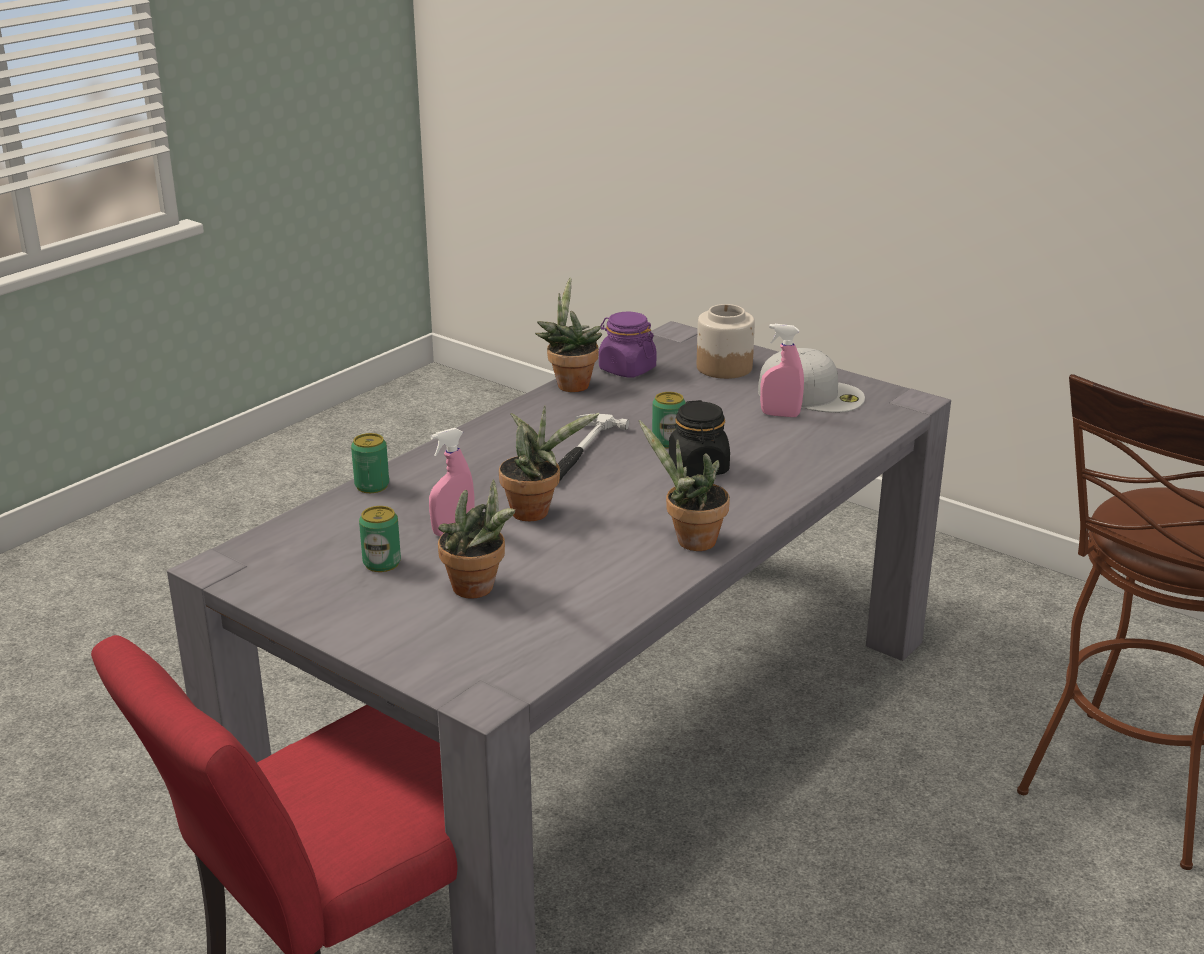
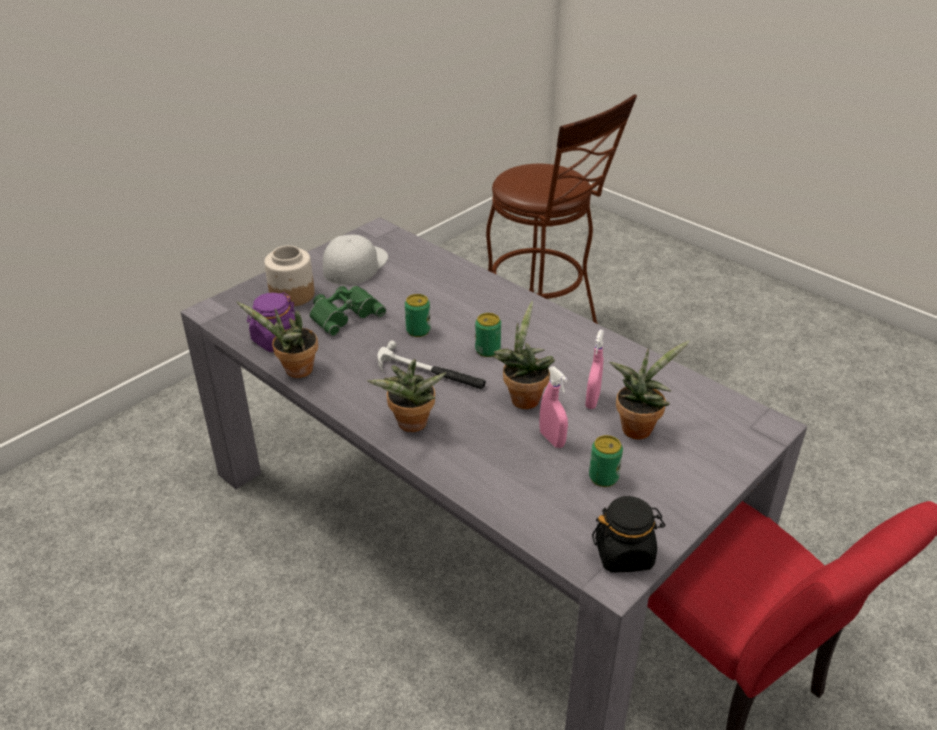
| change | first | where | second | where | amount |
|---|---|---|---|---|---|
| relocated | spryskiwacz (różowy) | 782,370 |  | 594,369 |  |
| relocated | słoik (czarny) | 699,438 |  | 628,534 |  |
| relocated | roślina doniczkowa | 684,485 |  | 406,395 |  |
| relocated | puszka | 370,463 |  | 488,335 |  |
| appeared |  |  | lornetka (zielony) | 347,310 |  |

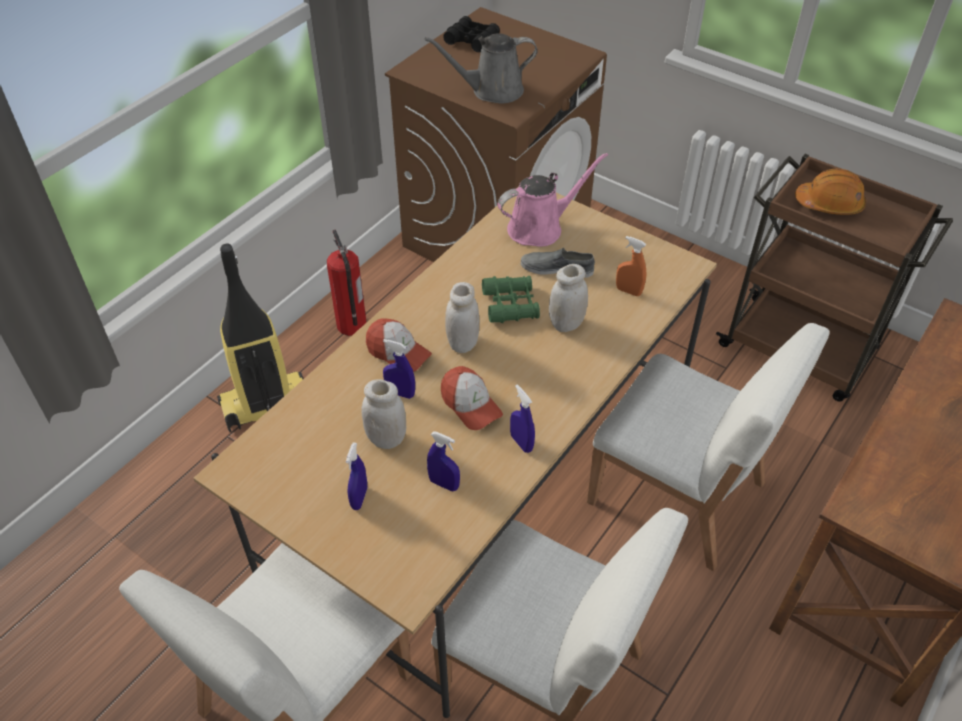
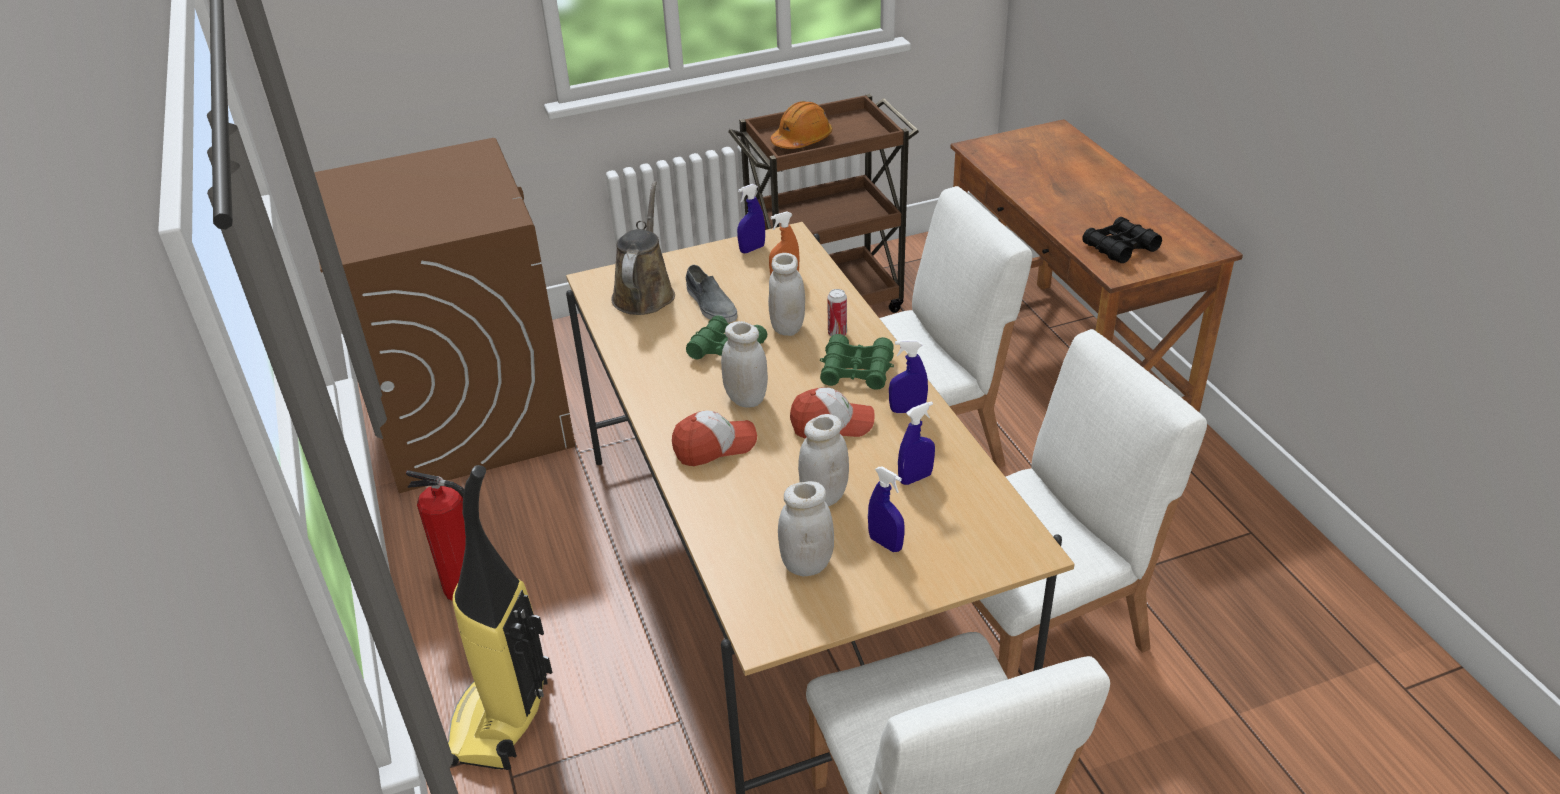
| change | first | where | second | where | amount |
|---|---|---|---|---|---|
| relocated | lornetka (czarny) | 471,34 |  | 1122,240 |  |
| missing | konewka (szary) | 481,68 |  |  |  |
| colour | konewka (różowy) | 553,199 | konewka (brązowy) | 643,248 |  |
| spun | but (szary) | 558,262 |  | 711,294 | 75 degrees counterclockwise |
| relocated | spryskiwacz (niebieski) | 399,369 |  | 751,218 |  |
| appeared |  |  | puszka | 837,312 |  |
| appeared |  |  | lornetka (zielony) | 857,362 |  |
| appeared |  |  | słoik (biały) | 806,528 |  |

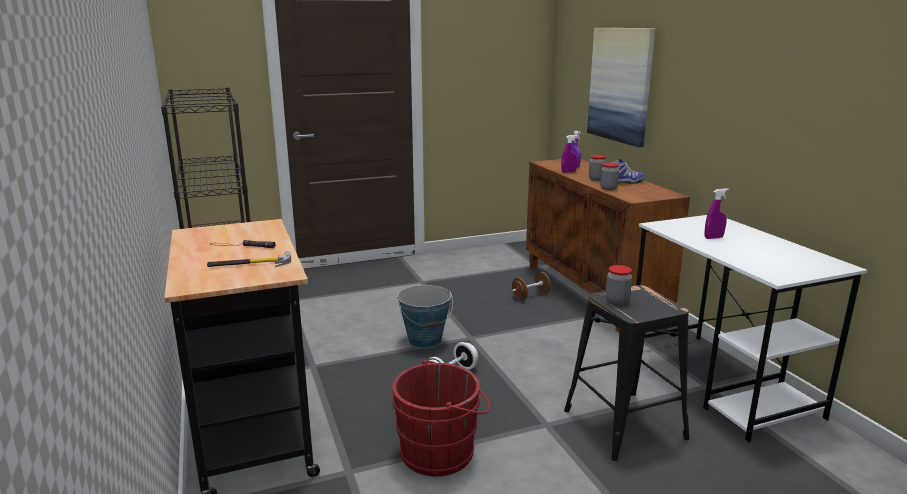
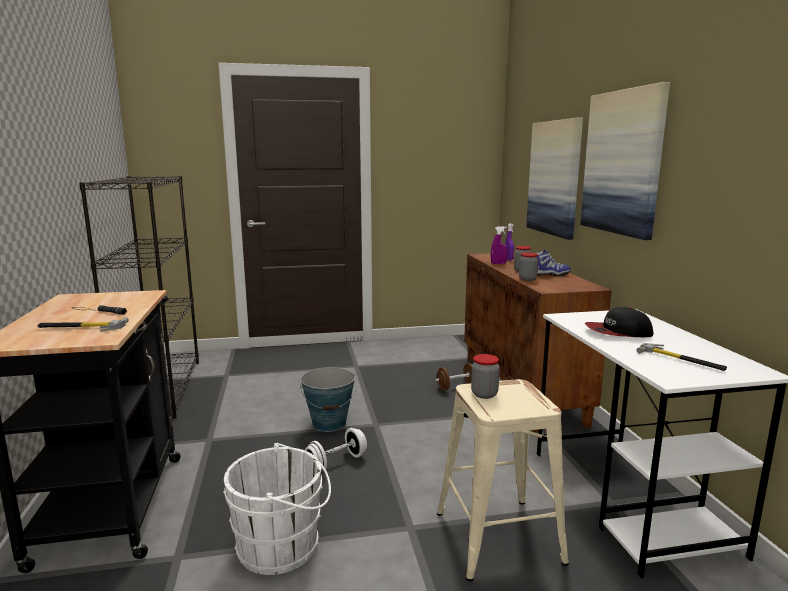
| change | first | where | second | where | amount |
|---|---|---|---|---|---|
| exchanged | spryskiwacz (fioletowy) | 717,213 | czapka z daszkiem | 619,322 |  |
| colour | stołek (czarny) | 627,373 | stołek (beżowy) | 503,480 |  |
| colour | wiadro (czerwony) | 441,418 | wiadro (biały) | 277,509 |  |
| appeared |  |  | obraz | 625,161 |  |
| appeared |  |  | młotek | 681,357 |  |

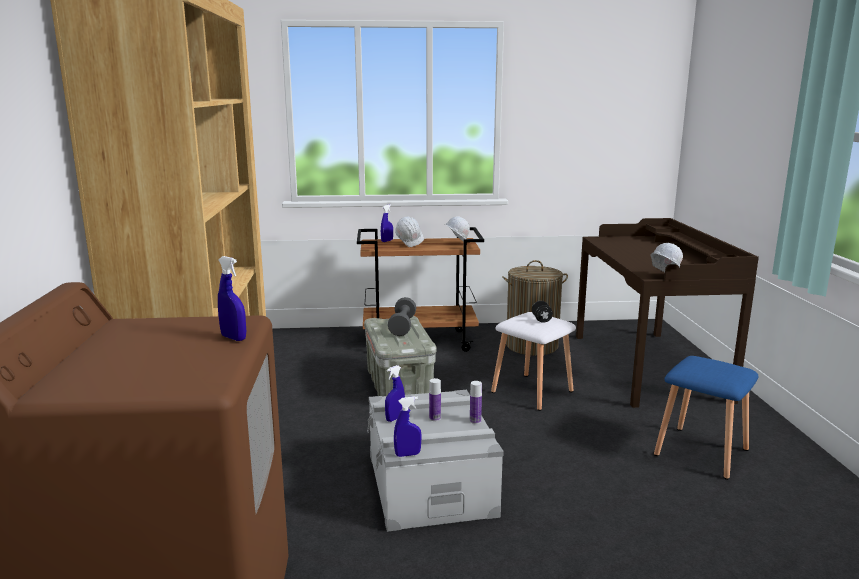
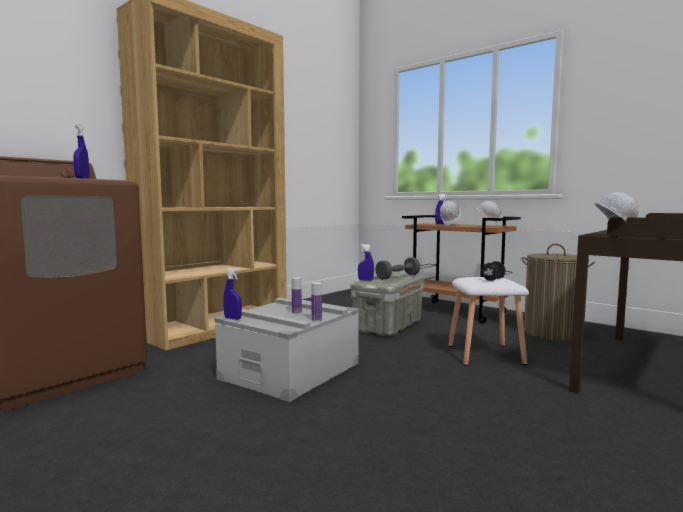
| change | first | where | second | where | amount |
|---|---|---|---|---|---|
| missing | stołek (niebieski) | 706,418 |  |  |  |
| relocated | spryskiwacz (niebieski) | 395,393 |  | 366,262 |  |

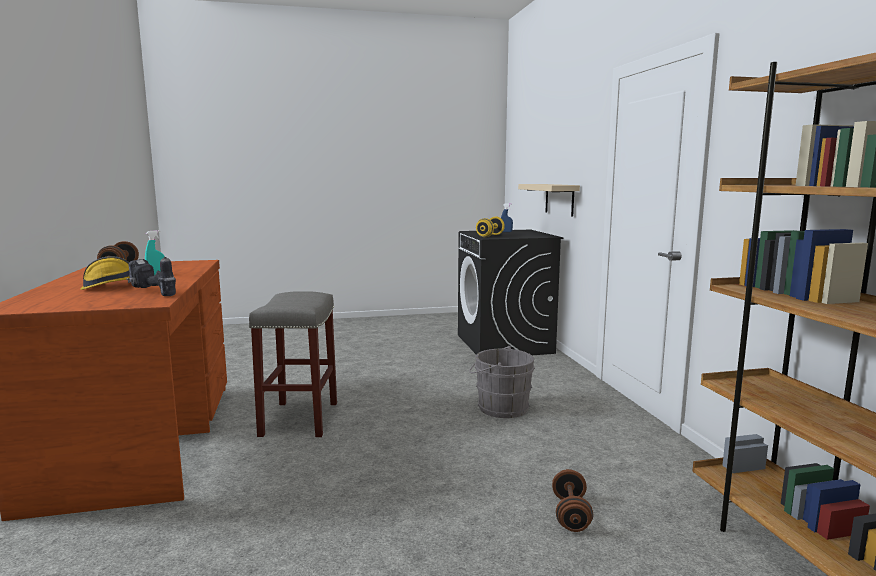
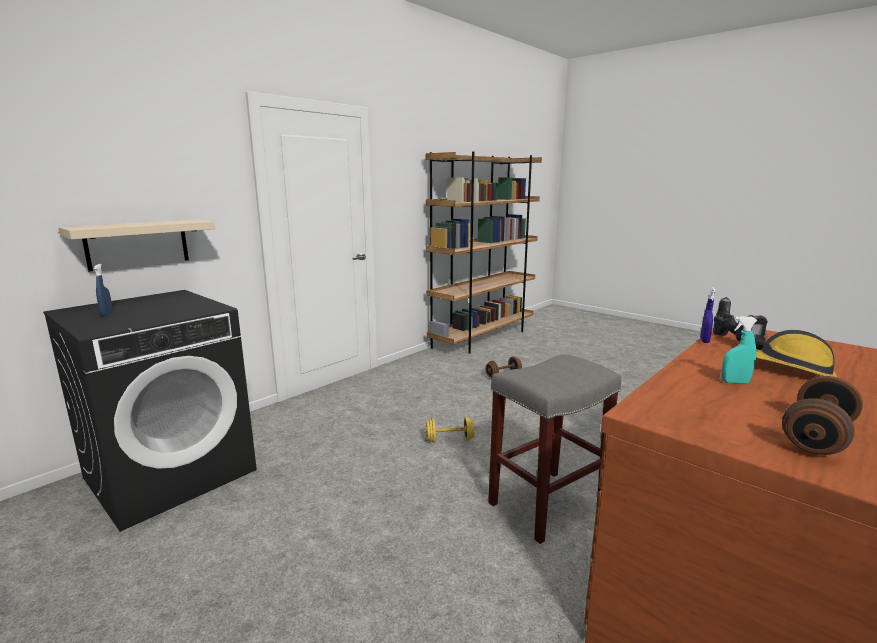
| change | first | where | second | where | amount |
|---|---|---|---|---|---|
| relocated | hantel (żółty) | 490,227 |  | 450,430 |  |
| missing | wiadro (szary) | 502,382 |  |  |  |
| appeared |  |  | spryskiwacz (niebieski) | 708,315 |  |

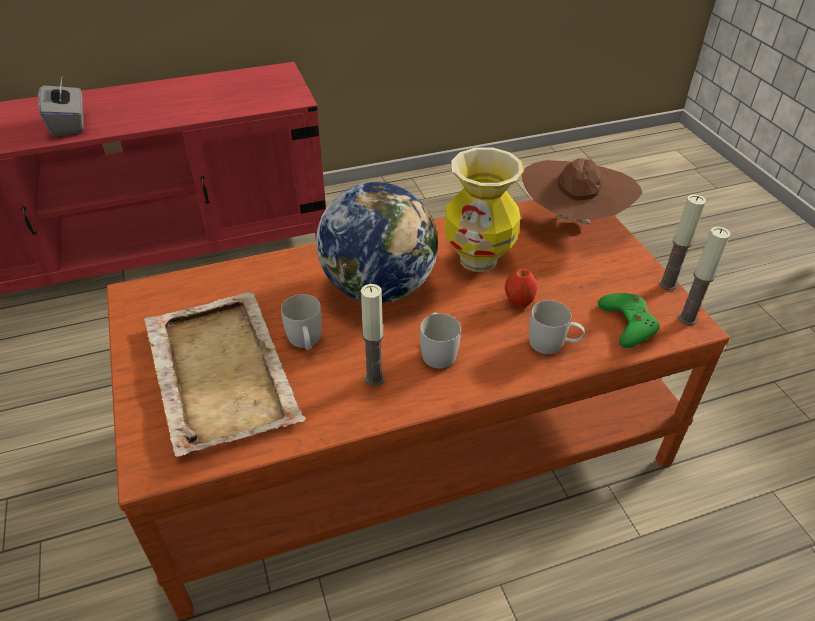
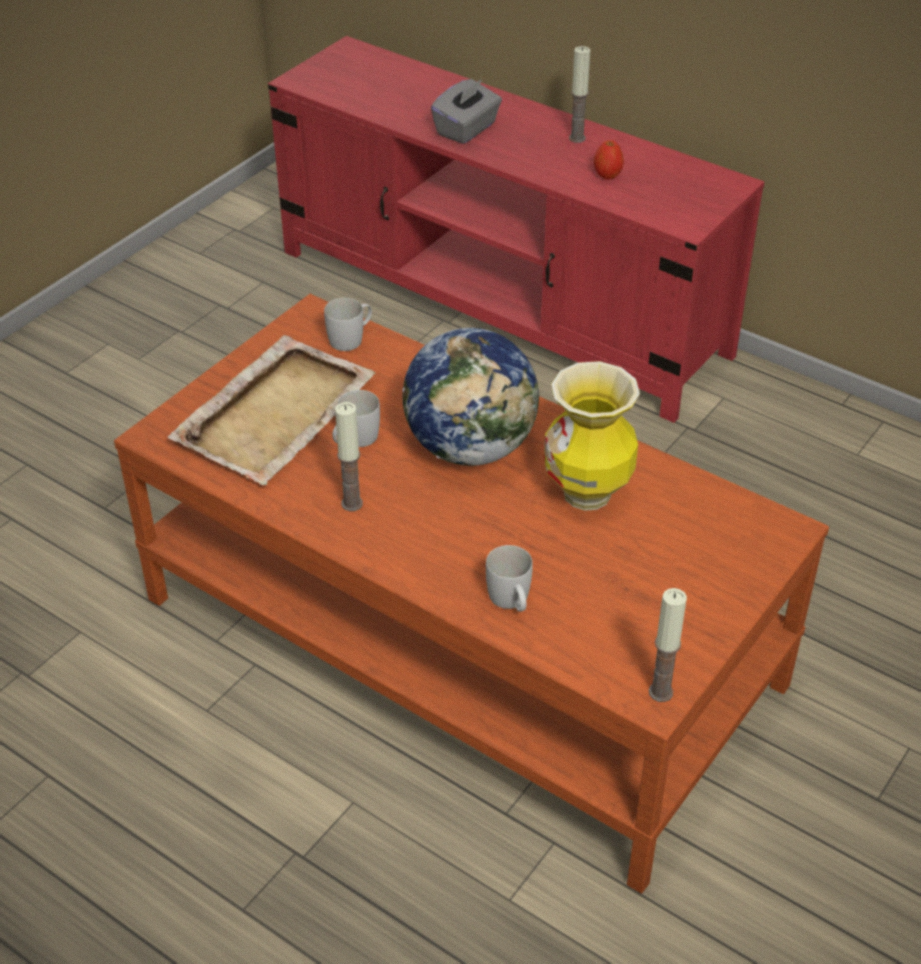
| change | first | where | second | where | amount |
|---|---|---|---|---|---|
| missing | kapelusz (brązowy) | 582,191 |  |  |  |
| relocated | świeca | 682,242 |  | 580,94 |  |
| relocated | jabłko | 521,288 |  | 609,160 |  |
| missing | pad do gier (zielony) | 628,320 |  |  |  |
| relocated | kubek (biały) | 440,341 |  | 348,324 |  |

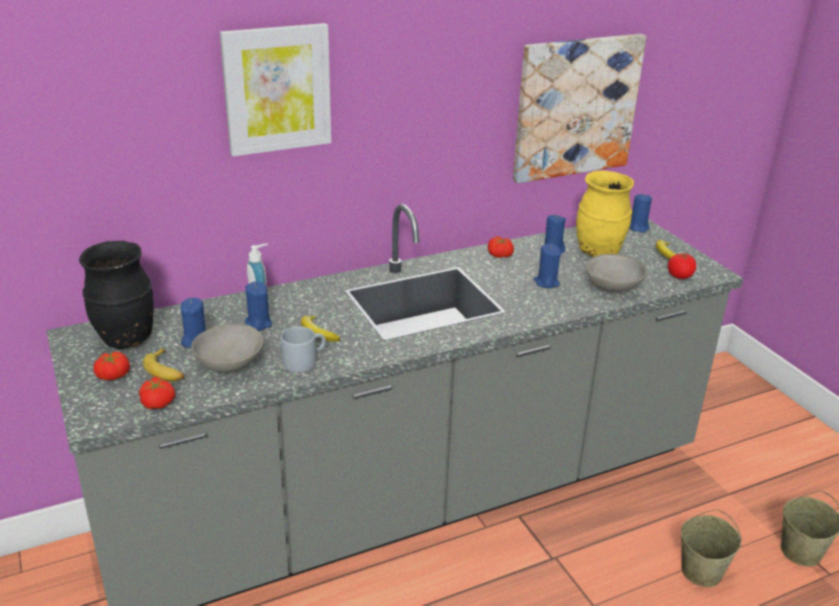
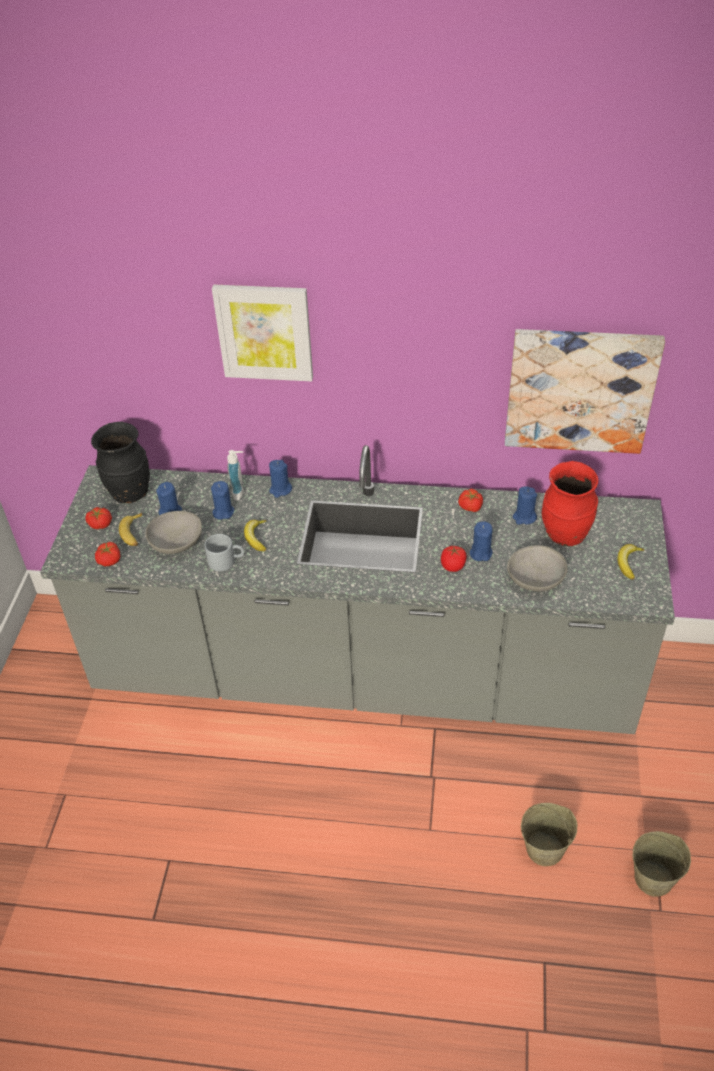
| change | first | where | second | where | amount |
|---|---|---|---|---|---|
| colour | wazon (żółty) | 605,214 | wazon (czerwony) | 570,503 |  |
| relocated | świeca (niebieski) | 640,213 |  | 280,479 |  |
| relocated | pomidor | 682,266 |  | 454,559 |  |

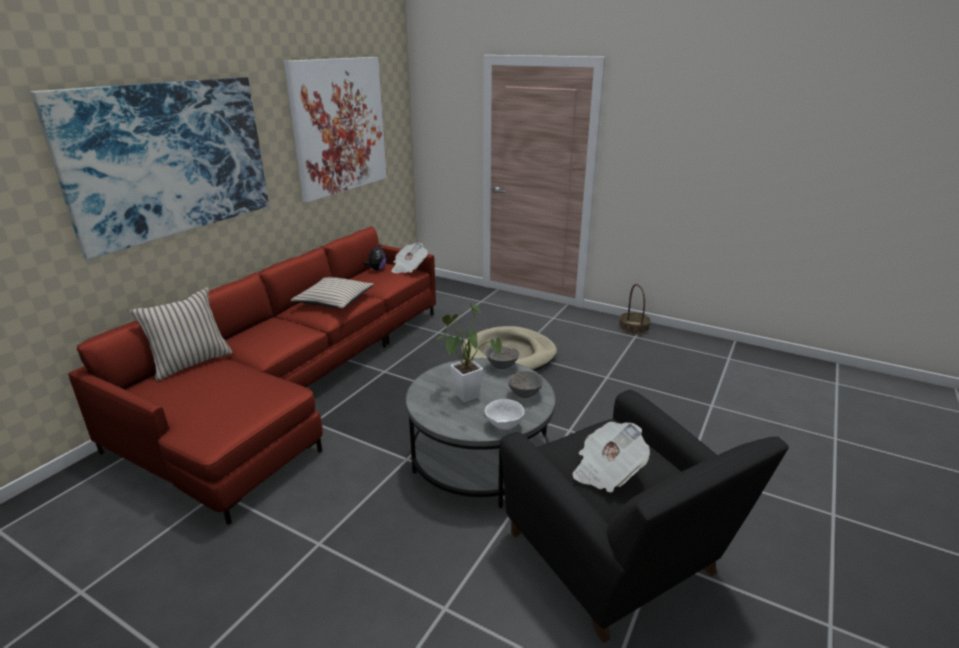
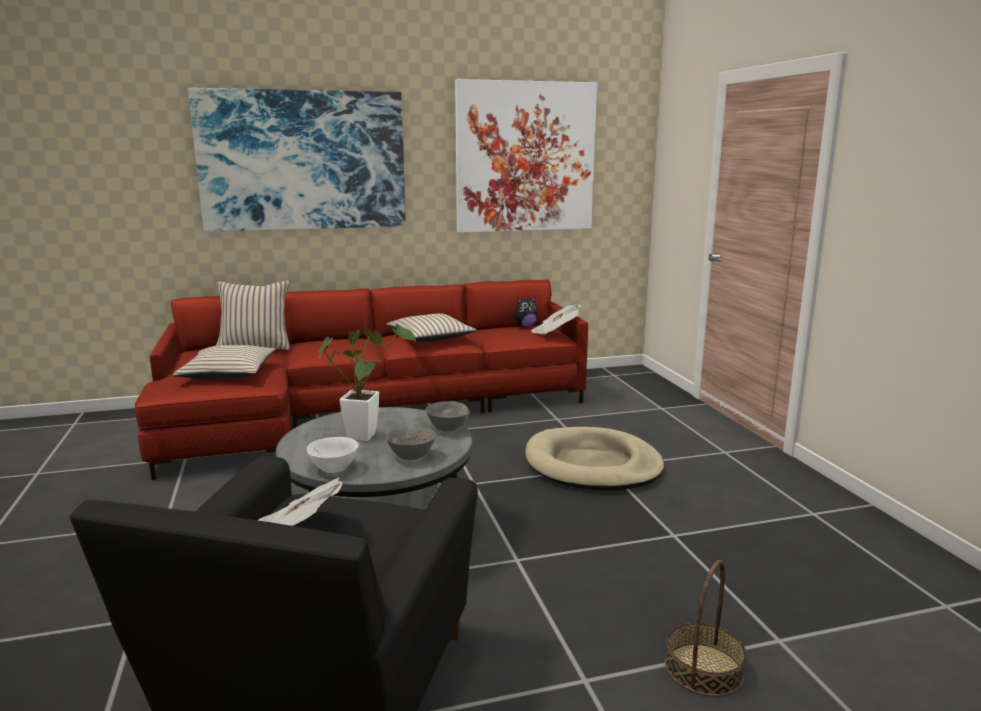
| change | first | where | second | where | amount |
|---|---|---|---|---|---|
| relocated | koszyk | 634,309 |  | 706,628 |  |
| appeared |  |  | poduszka (beżowy) | 224,362 |  |

